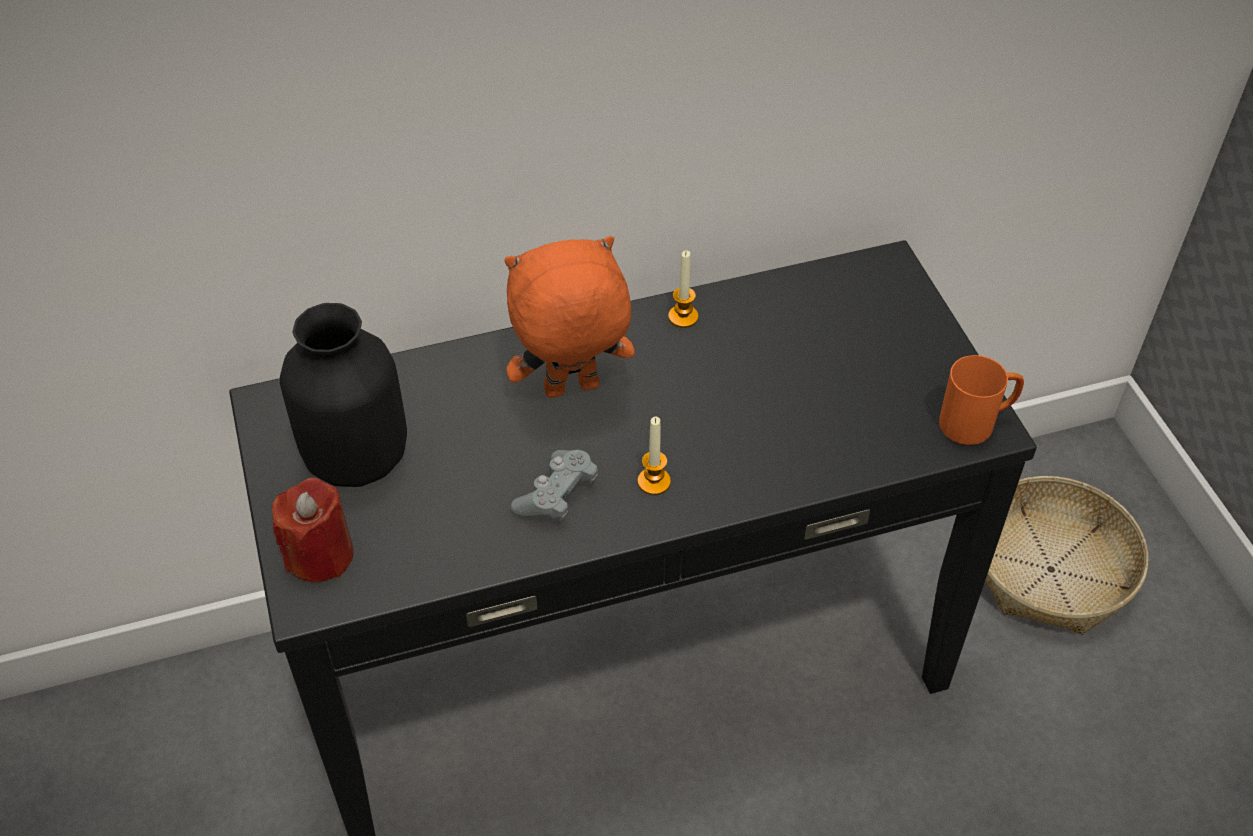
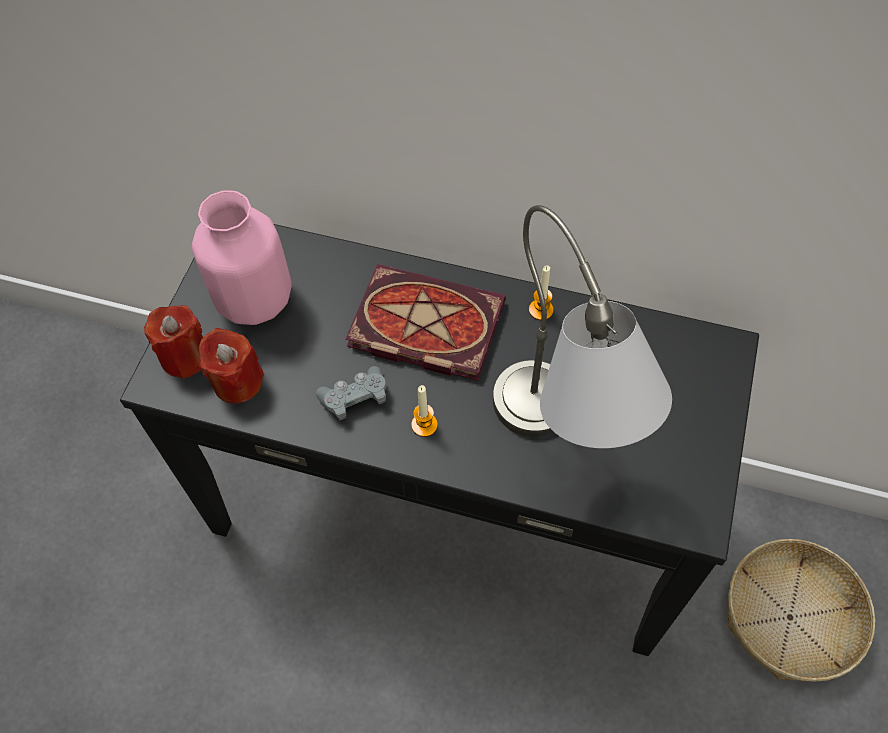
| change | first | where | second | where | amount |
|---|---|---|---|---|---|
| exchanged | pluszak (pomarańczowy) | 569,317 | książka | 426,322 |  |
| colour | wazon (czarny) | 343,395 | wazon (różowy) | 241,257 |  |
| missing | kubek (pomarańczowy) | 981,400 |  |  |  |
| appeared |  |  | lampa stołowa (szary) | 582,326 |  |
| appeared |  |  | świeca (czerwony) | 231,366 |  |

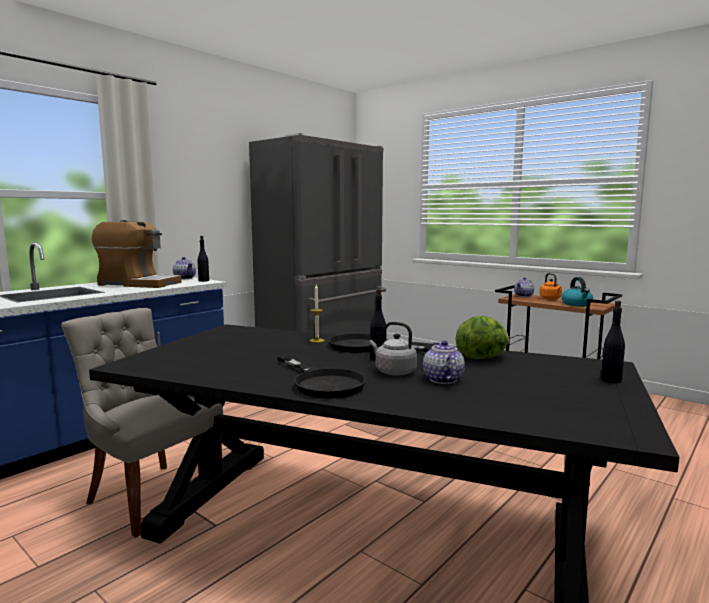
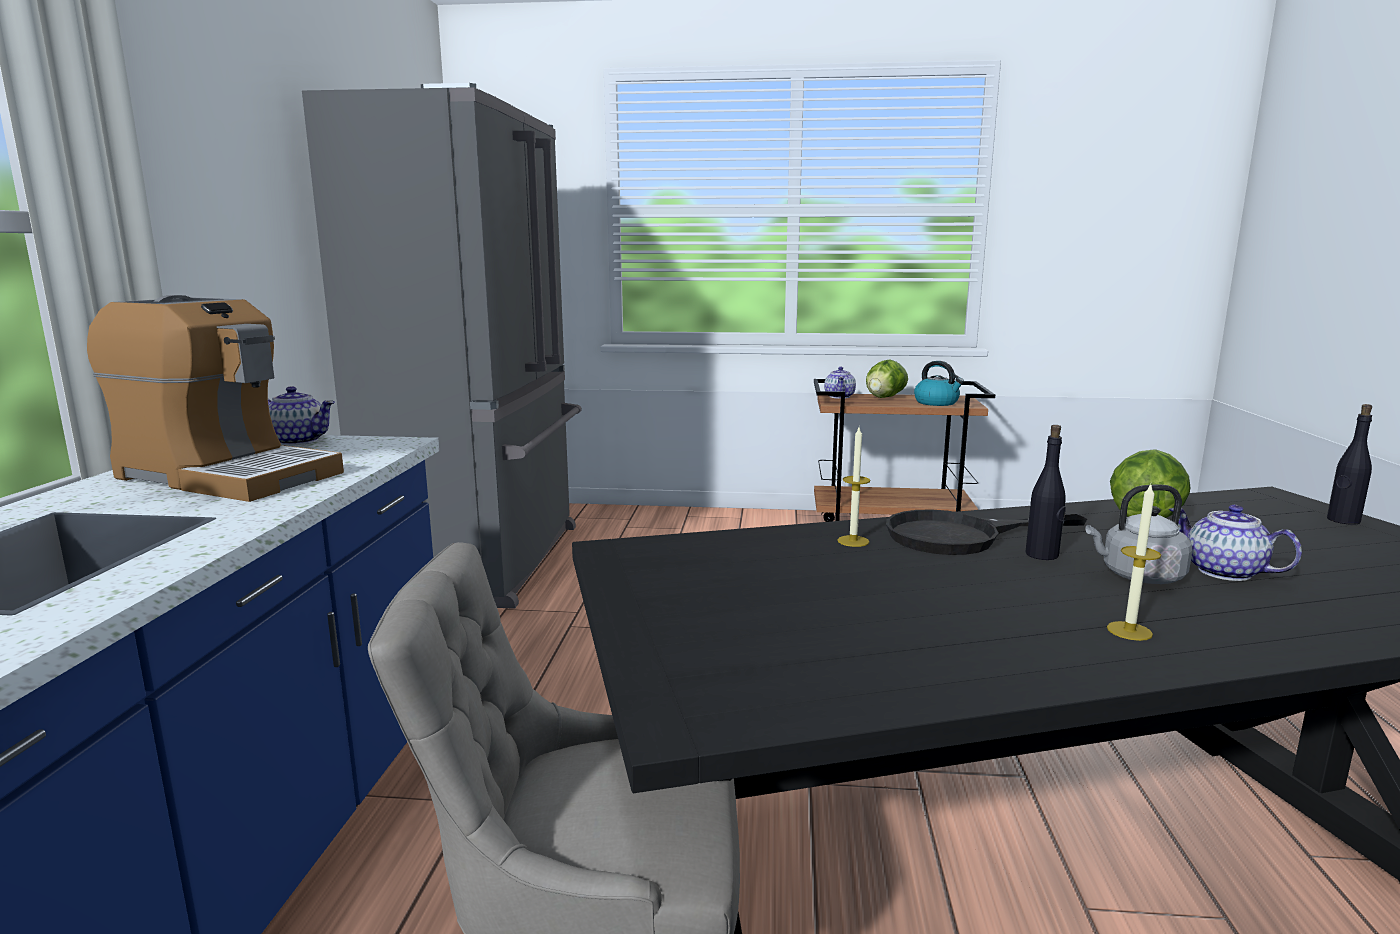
| change | first | where | second | where | amount |
|---|---|---|---|---|---|
| spun | ekspres do kawy | 137,254 |  | 215,398 | 45 degrees clockwise |
| missing | butelka (czarny) | 203,259 |  |  |  |
| exchanged | czajnik (pomarańczowy) | 551,286 | sałata | 887,378 |  |
| exchanged | patelnia (czarny) | 322,377 | świeca | 1134,562 |  |

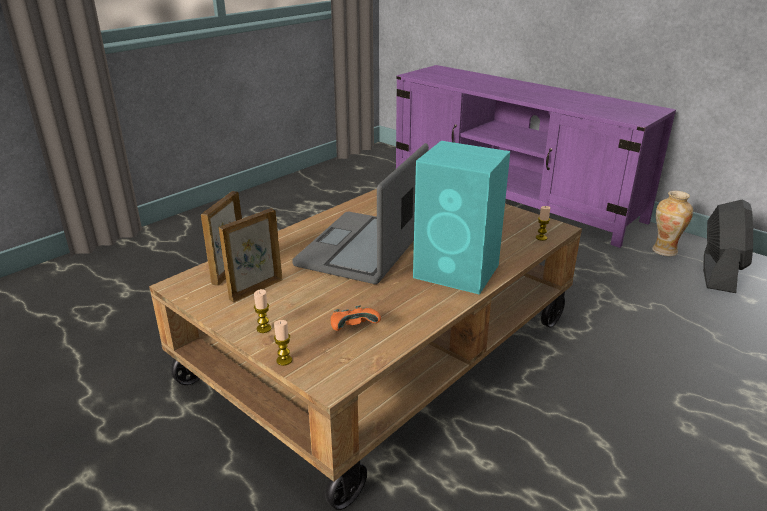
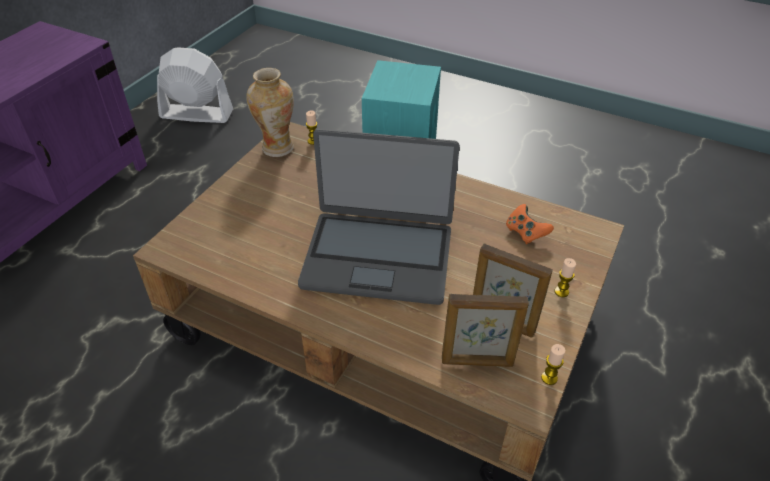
| change | first | where | second | where | amount |
|---|---|---|---|---|---|
| relocated | wazon | 672,223 |  | 270,112 |  |
| colour | wentylator (czarny) | 728,246 | wentylator (biały) | 195,85 |  |
| relocated | świeca | 283,343 |  | 553,364 |  |

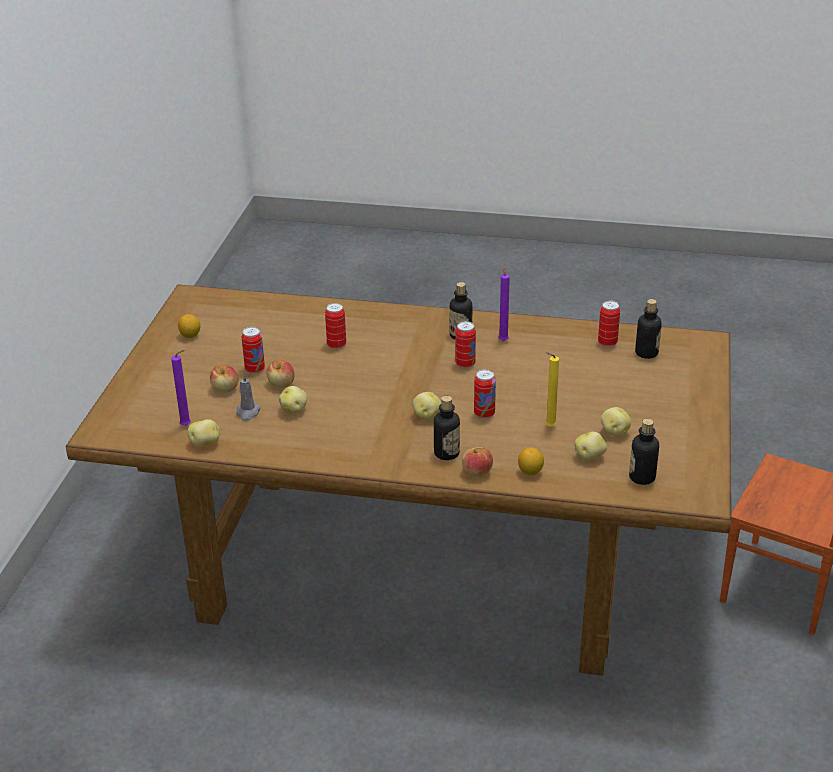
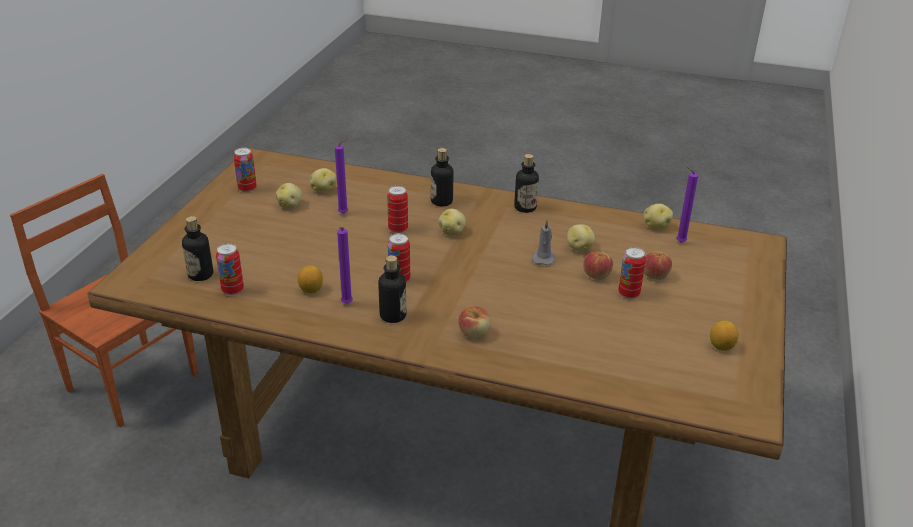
| change | first | where | second | where | amount |
|---|---|---|---|---|---|
| relocated | puszka | 335,326 |  | 245,170 |  |
| colour | świeca (żółty) | 552,389 | świeca (fioletowy) | 341,176 |  |
| relocated | świeca (szary) | 248,397 |  | 543,242 |  |
| relocated | butelka | 644,452 |  | 526,183 |  |
| relocated | jabłko | 477,462 |  | 475,322 |  |
| relocated | cytryna | 531,461 |  | 310,279 |  |

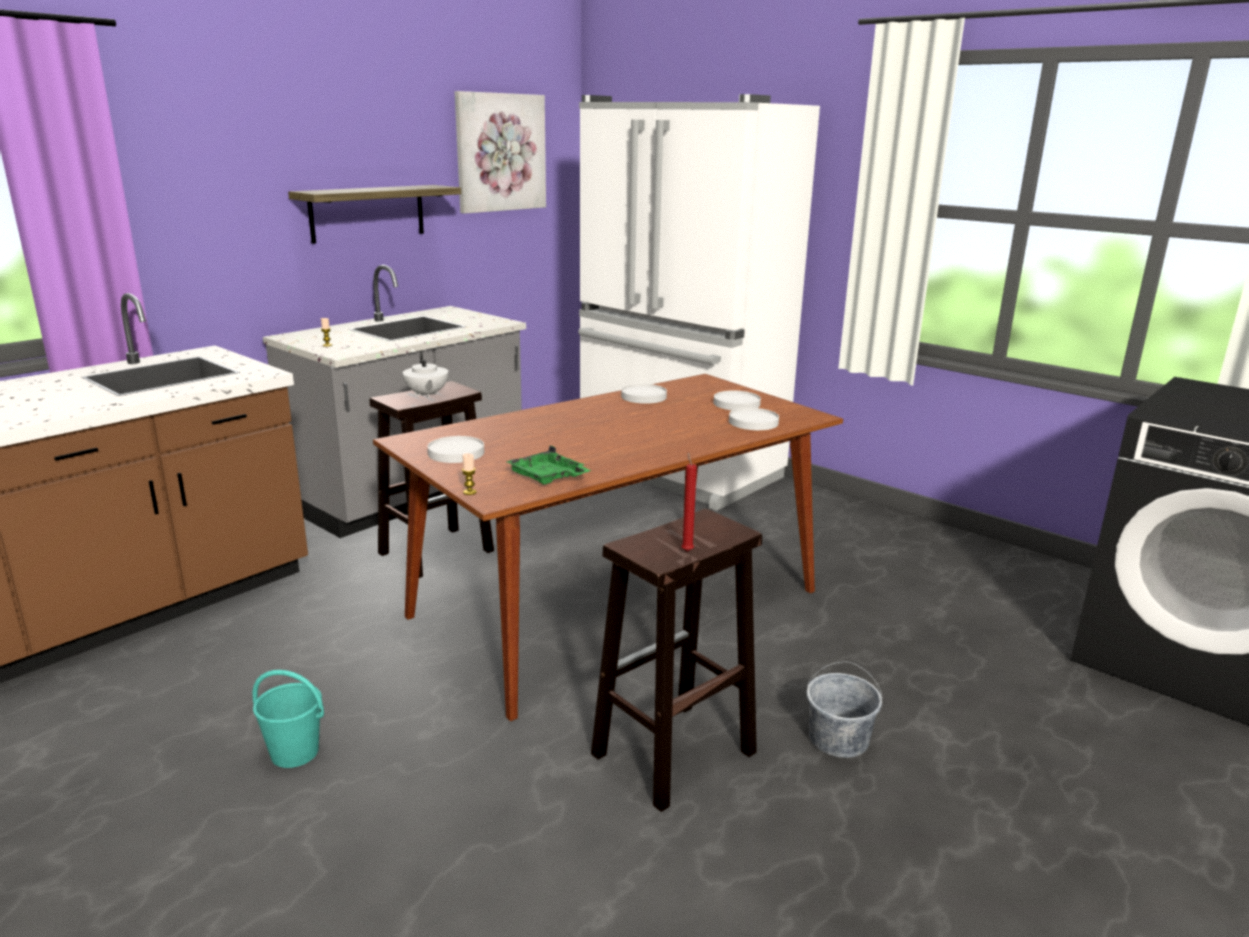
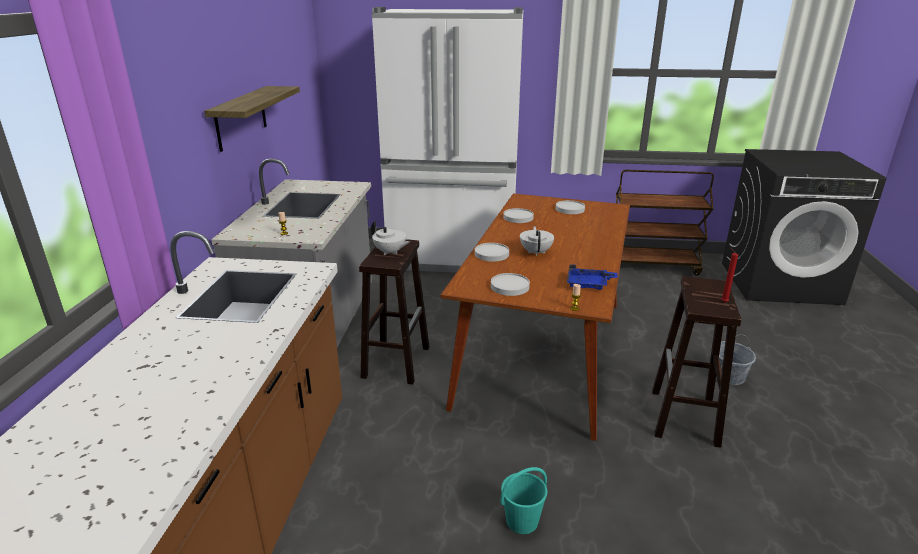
| change | first | where | second | where | amount |
|---|---|---|---|---|---|
| missing | obraz | 500,152 |  |  |  |
| relocated | talerz (biały) | 754,419 |  | 492,252 |  |
| colour | taca (zielony) | 549,465 | taca (niebieski) | 592,277 |  |
| appeared |  |  | wózek (brązowy) | 665,223 |  |
| appeared |  |  | imbryk (biały) | 537,241 |  |

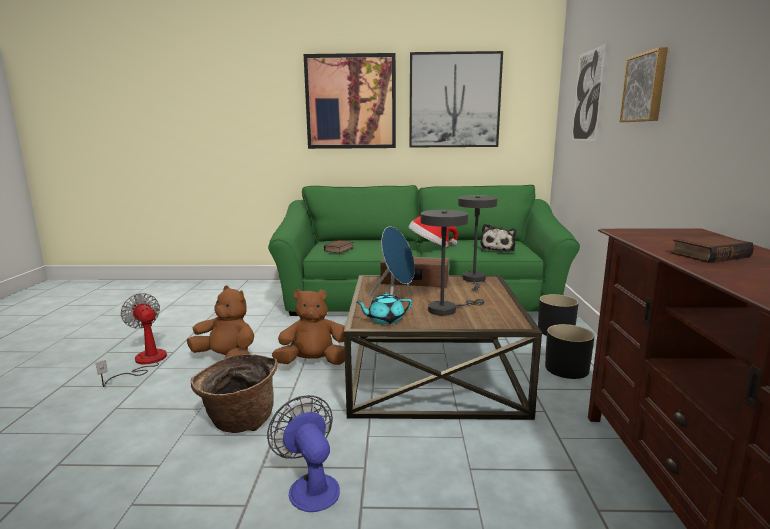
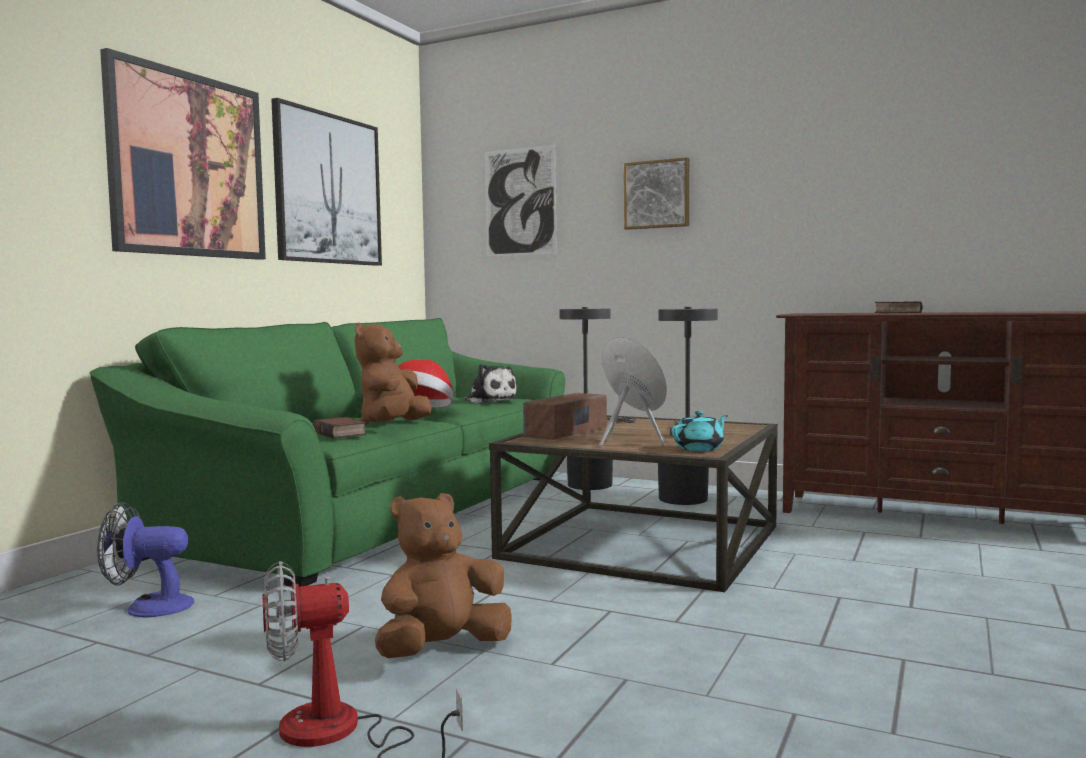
| change | first | where | second | where | amount |
|---|---|---|---|---|---|
| relocated | pluszak (brązowy) | 308,327 |  | 393,374 |  |
| spun | imbryk (turkusowy) | 384,308 |  | 699,431 | 135 degrees counterclockwise |
| missing | koszyk | 234,393 |  |  |  |
| relocated | wentylator | 303,453 |  | 145,560 |  |

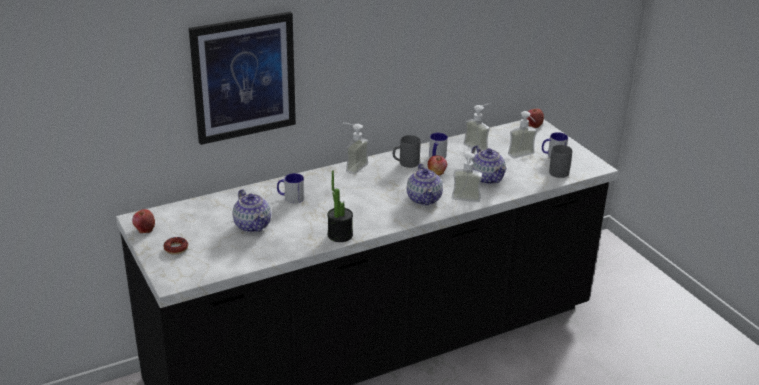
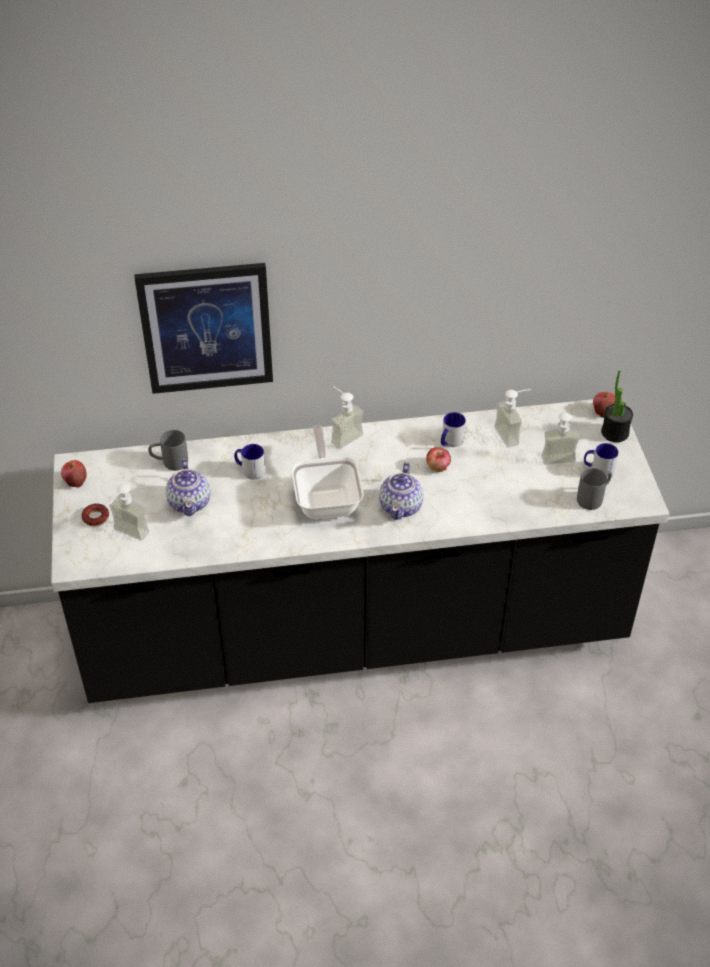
| change | first | where | second | where | amount |
|---|---|---|---|---|---|
| relocated | kubek (szary) | 407,151 |  | 168,450 |  |
| missing | imbryk | 489,164 |  |  |  |
| relocated | dozownik mydła | 467,177 |  | 129,512 |  |
| relocated | roślina doniczkowa | 340,206 |  | 617,406 |  |
| appeared |  |  | patelnia | 328,472 |  |

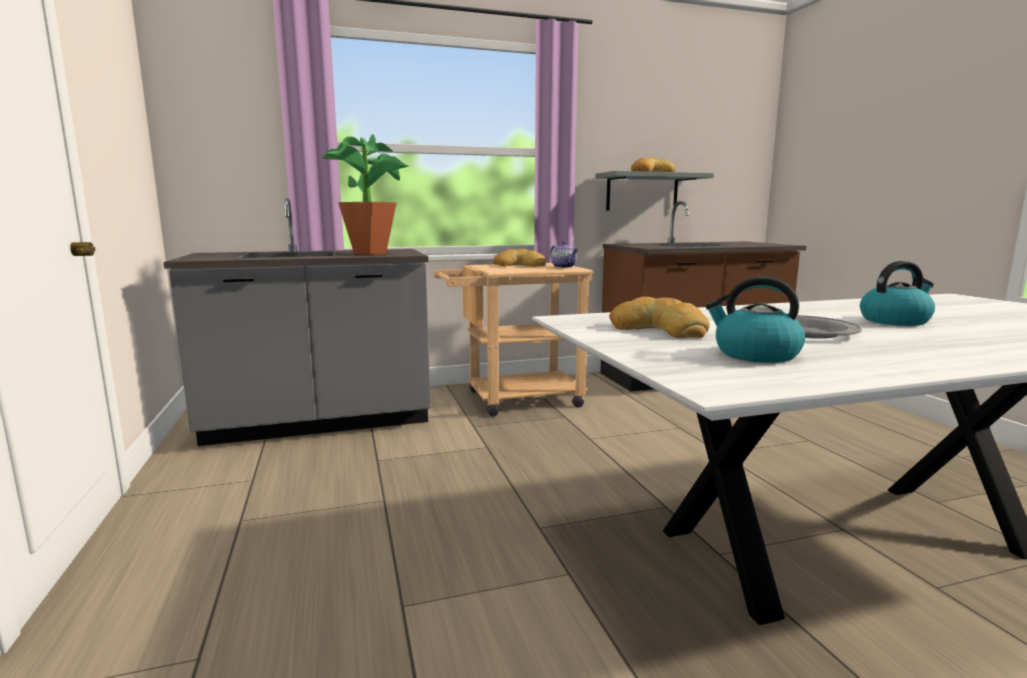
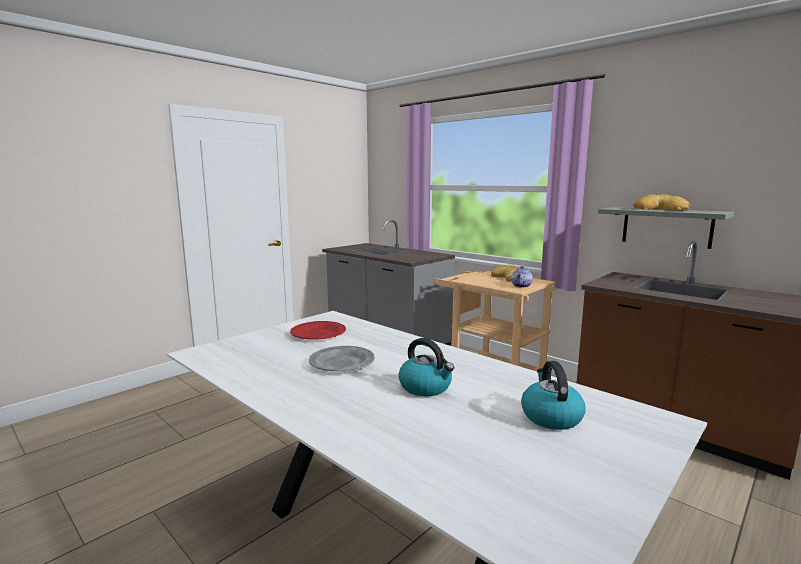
| change | first | where | second | where | amount |
|---|---|---|---|---|---|
| missing | roślina doniczkowa | 366,195 |  |  |  |
| relocated | czajnik | 755,319 |  | 553,395 |  |
| exchanged | chleb | 659,317 | talerz (czerwony) | 318,330 |  |

